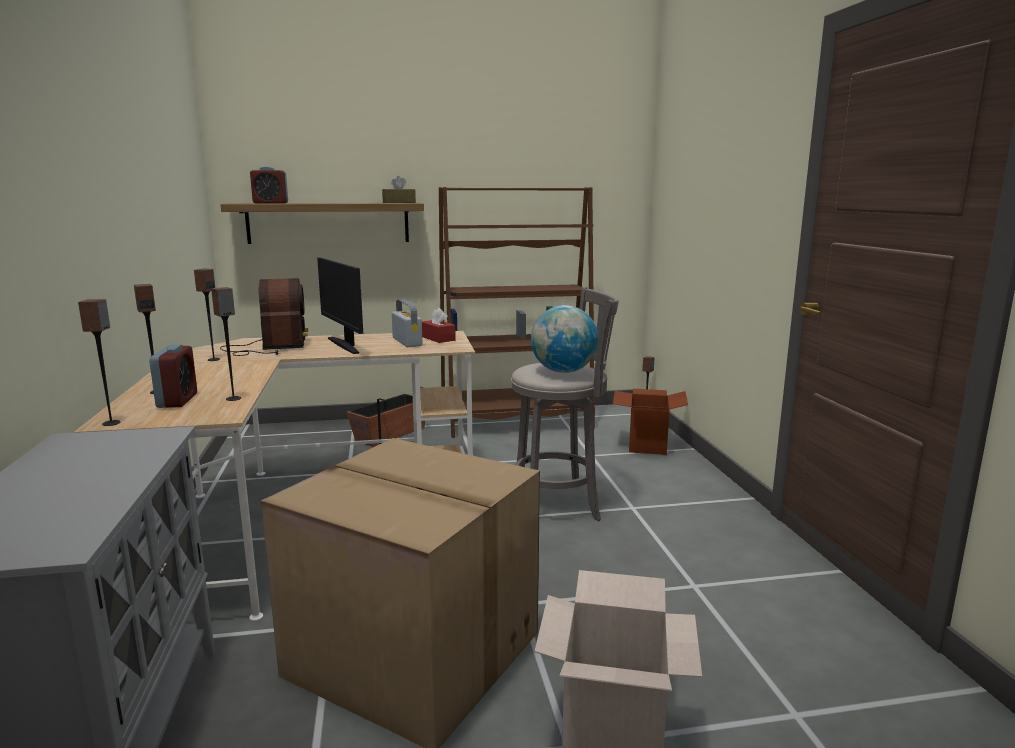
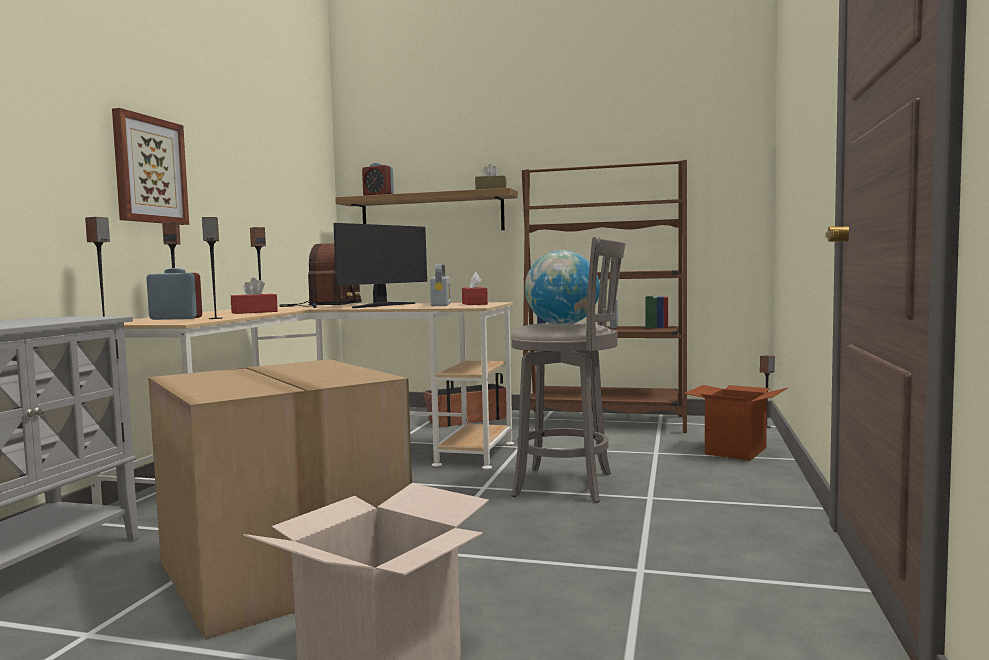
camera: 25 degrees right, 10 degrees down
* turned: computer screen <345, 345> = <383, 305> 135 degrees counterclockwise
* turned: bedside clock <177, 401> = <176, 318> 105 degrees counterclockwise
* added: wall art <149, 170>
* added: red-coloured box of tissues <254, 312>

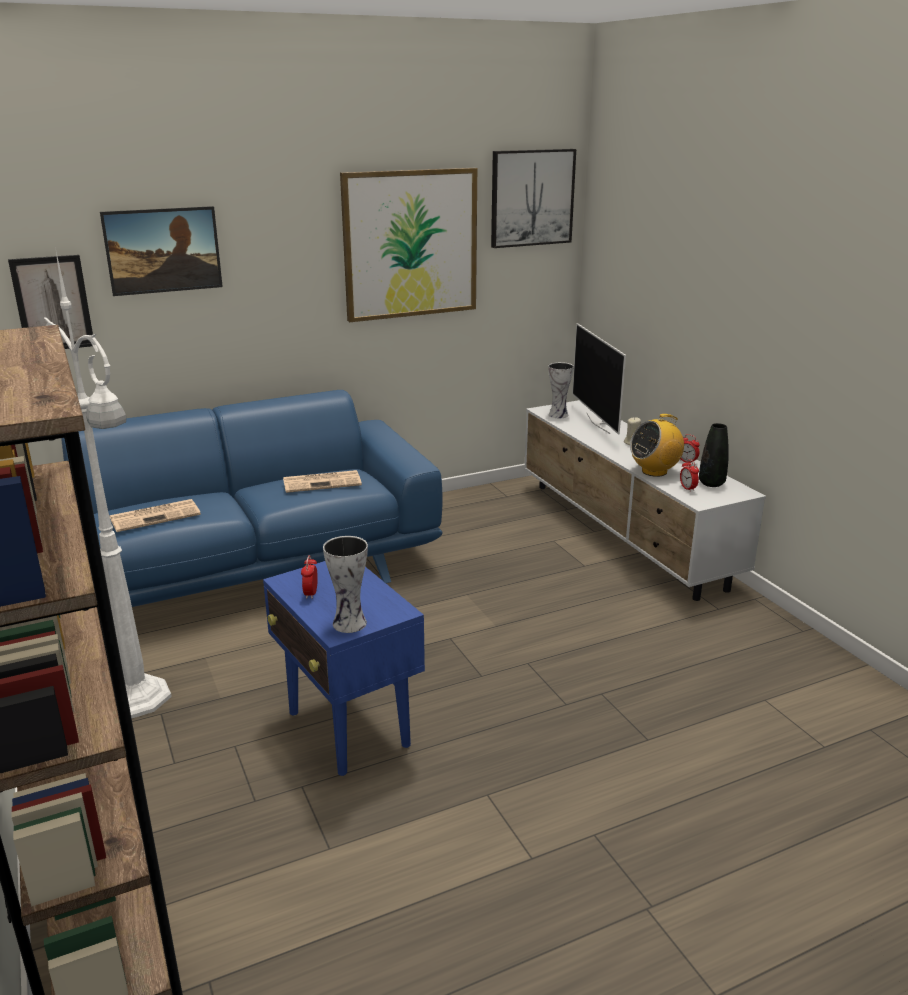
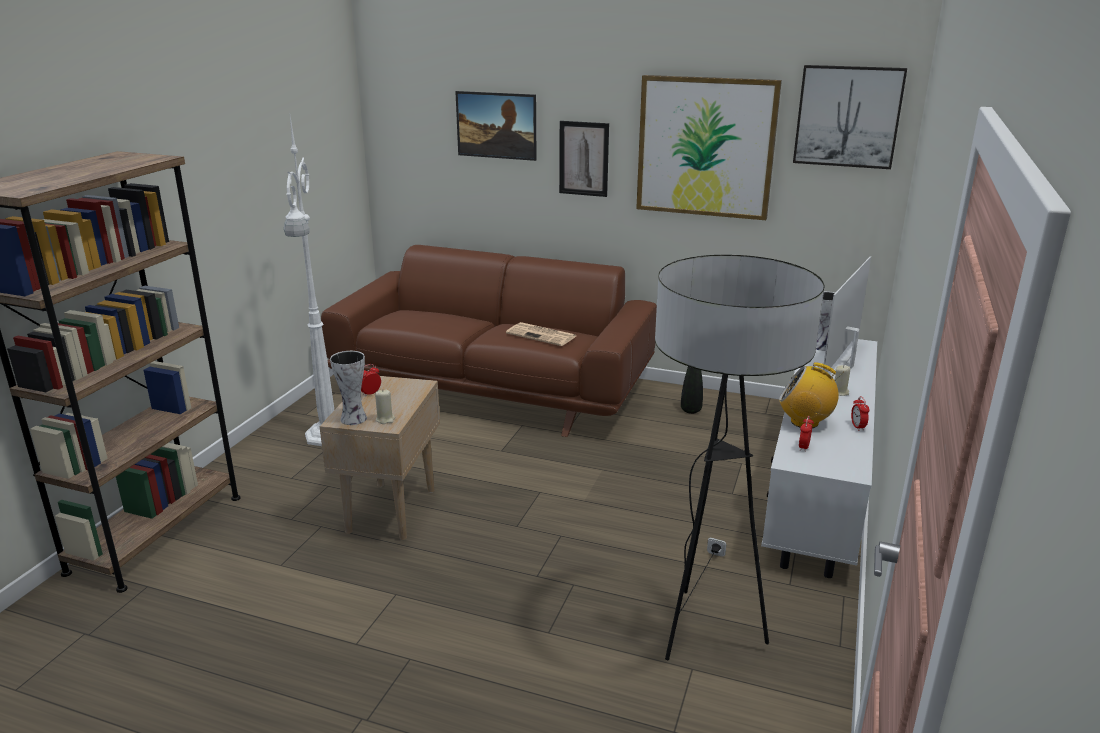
camera: 45 degrees right, 0 degrees up
* moved: wall art <52, 303> to <583, 158>
* recoloured: blue couch <245, 569> to brown-coloured couch <494, 388>
* moved: blackish decorative vase <711, 483> to <691, 410>
* removed: printed paper <156, 516>
* recoloured: blue end table <348, 730> to sand-coloured end table <390, 511>
* added: standard lamp <705, 633>
* added: sand-coloured wax light <385, 419>

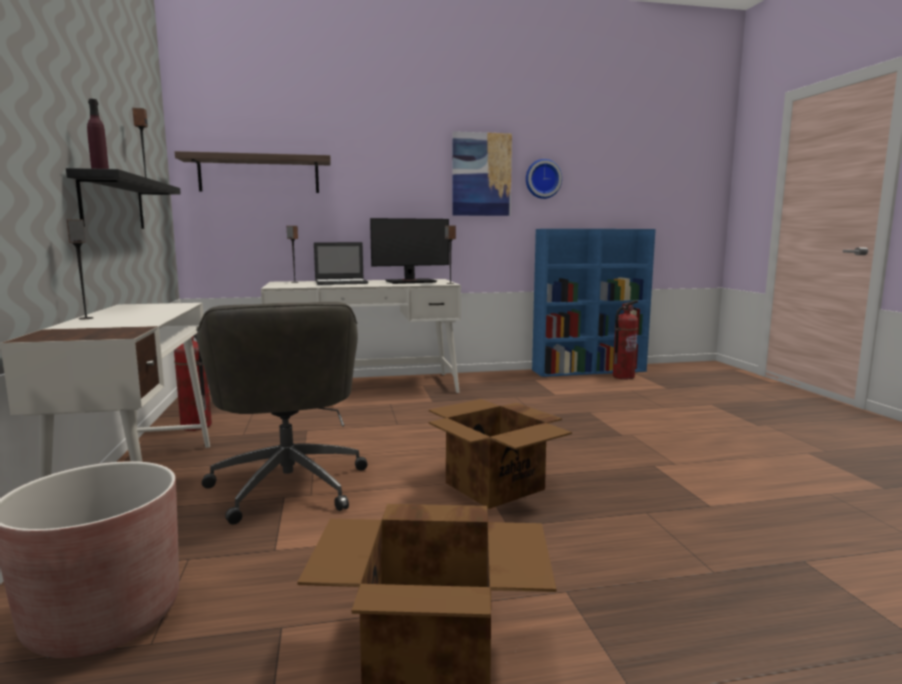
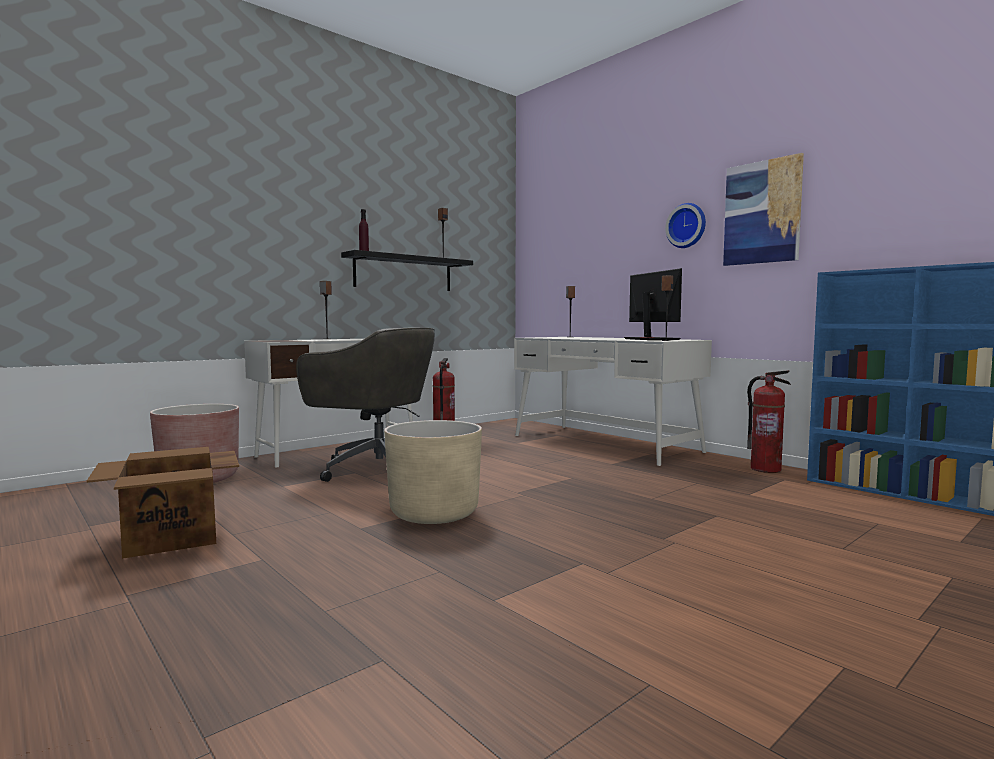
camera: 60 degrees right, 5 degrees down
* removed: bracket shelf <259, 175>
* moved: clock on the wall <542, 179> to <687, 226>
* turned: computer screen <410, 281> = <650, 339> 150 degrees counterclockwise
* removed: portable computer <341, 282>
* moved: extinguisher <623, 376> to <765, 469>
* turned: greyish desk chair <288, 484> = <376, 469> 105 degrees counterclockwise
* replaced: carton <495, 486> to sand-coloured flower pot <434, 513>

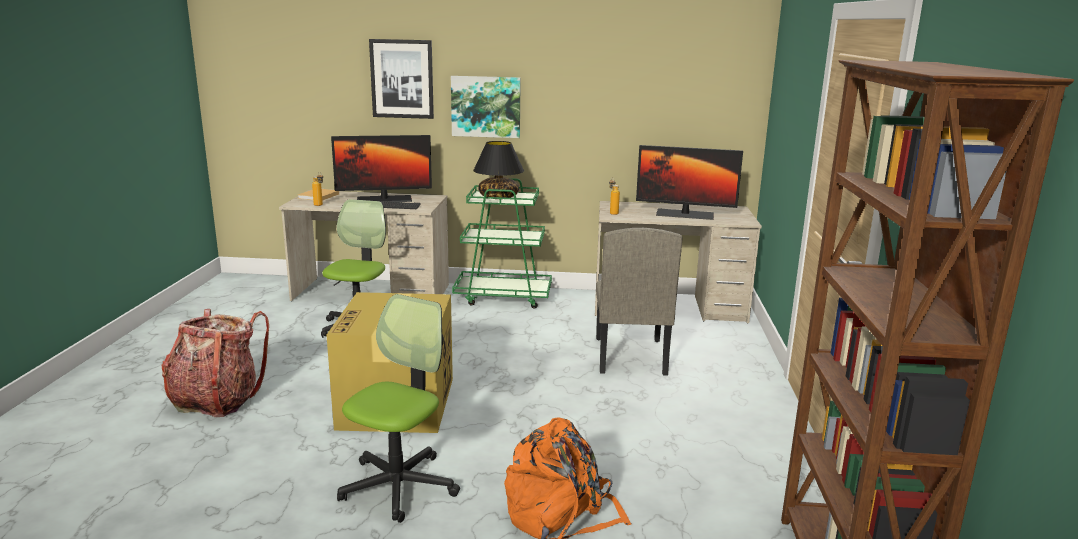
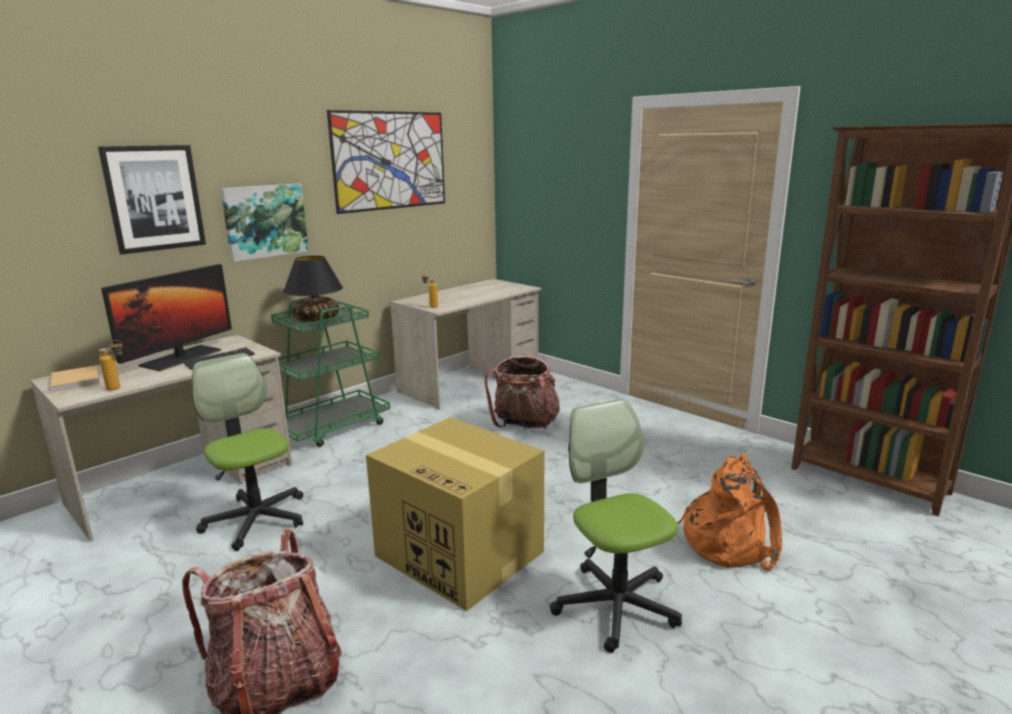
camera: 50 degrees left, 0 degrees up
* removed: computer screen <685, 214>
* replaced: sand-coloured plain chair <629, 356> to rucksack <525, 424>
* added: wall art <390, 161>

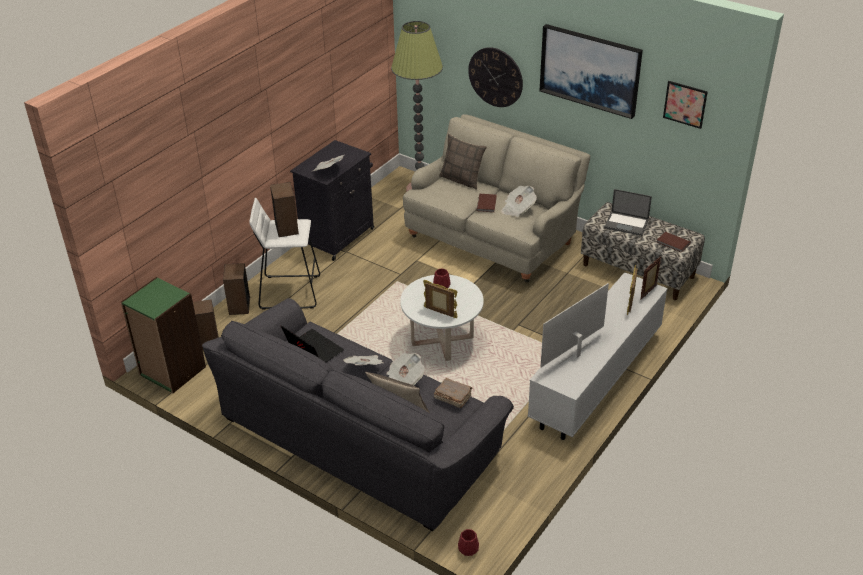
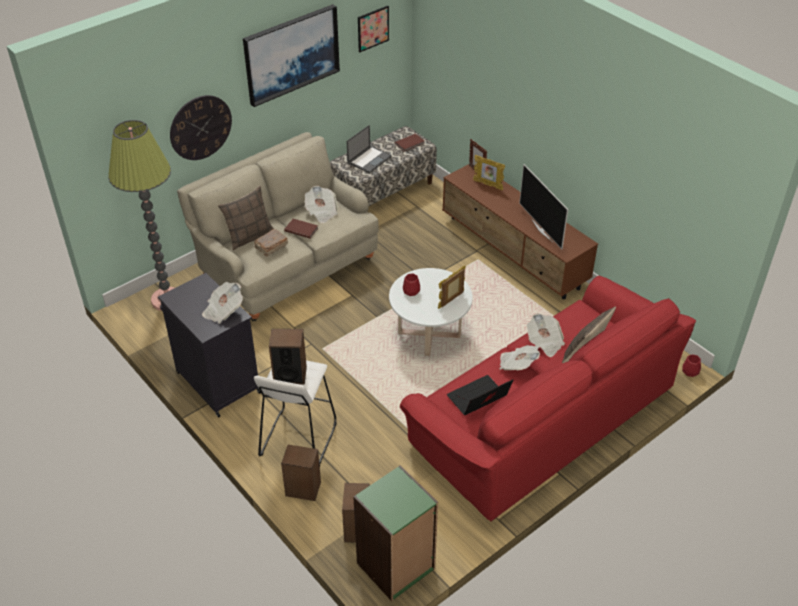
camera: 75 degrees left, 5 degrees up
* recoloured: whitish tv unit <595, 379> to brown-coloured tv unit <513, 253>
* recoloured: greyish couch <359, 435> to red-coloured couch <542, 417>
* moved: brown-coloured book <452, 397> to <271, 247>

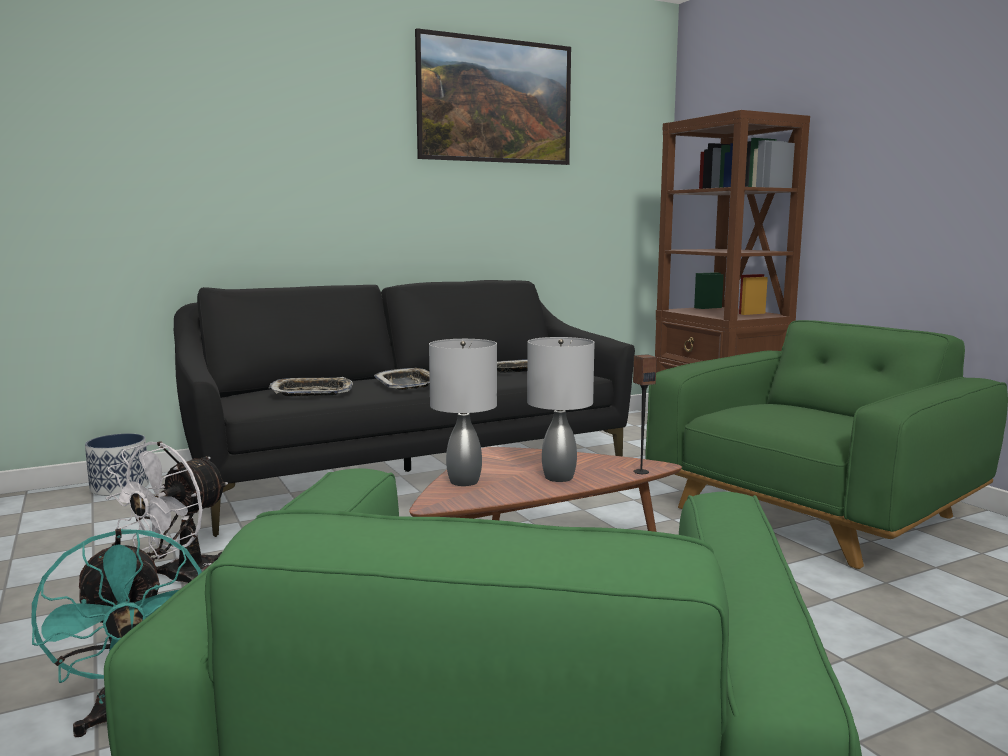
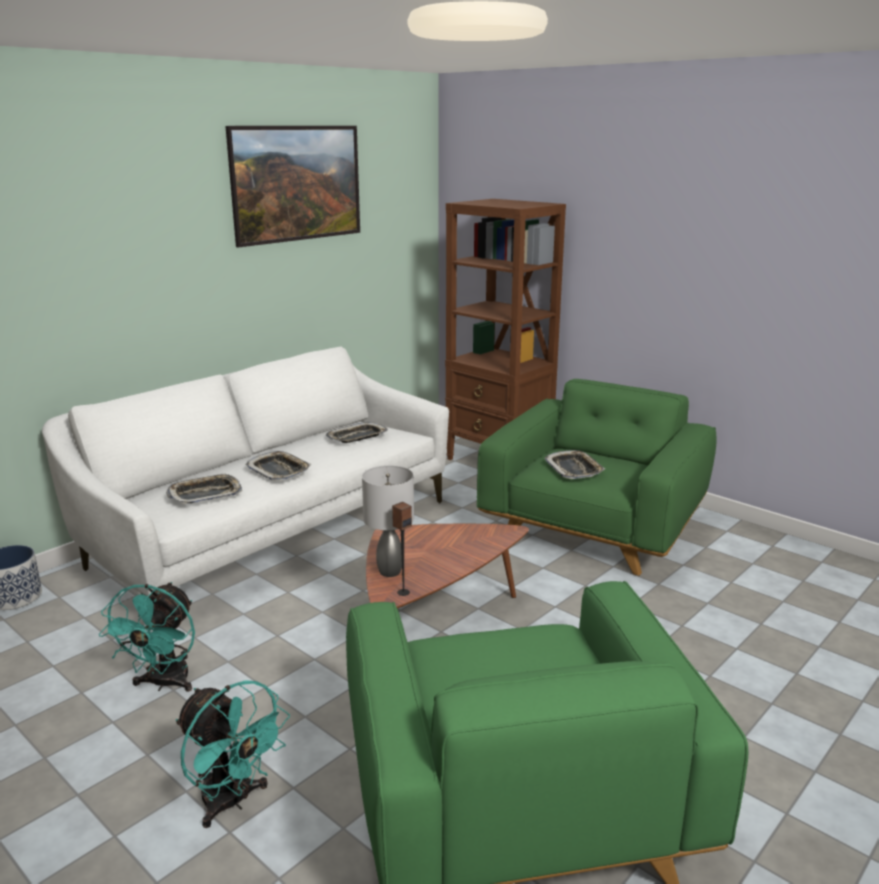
camera: 20 degrees left, 10 degrees up
* recoloured: blackish couch <407, 470> to whitish couch <269, 533>
* removed: greyish table lamp <559, 477>
* moved: loudspeaker <641, 471> to <403, 592>
* recoloured: whitish cooling fan <179, 580> to blue-green cooling fan <164, 684>
* added: tray <574, 469>

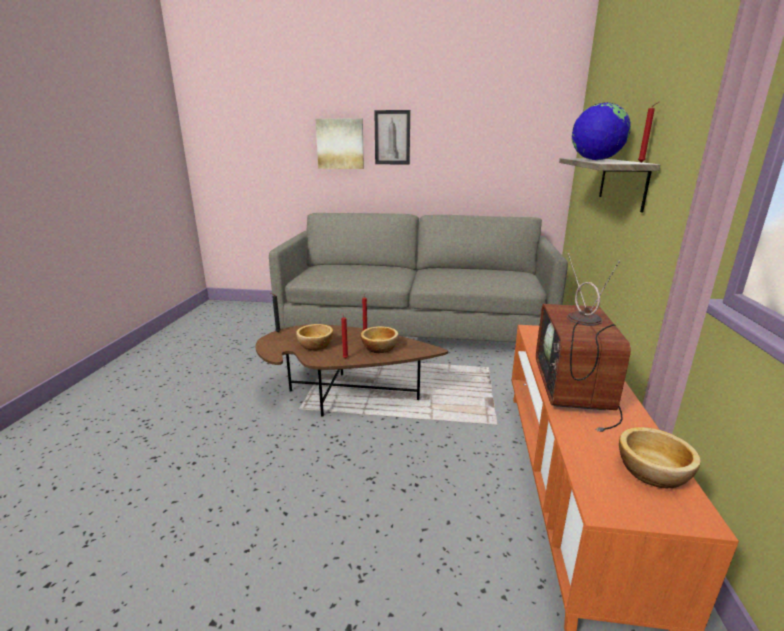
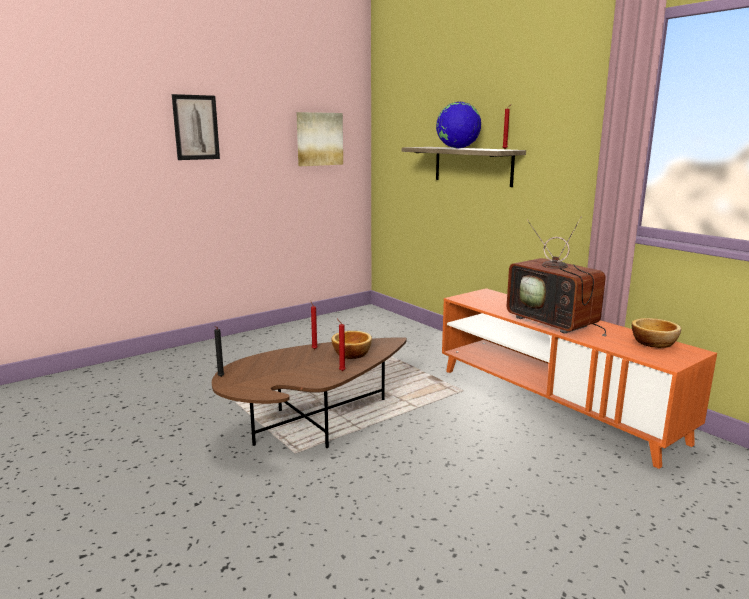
camera: 45 degrees left, 5 degrees down
* moved: wall art <340, 144> to <319, 139>
* removed: greyish couch <415, 329>
* removed: serving bowl <316, 345>

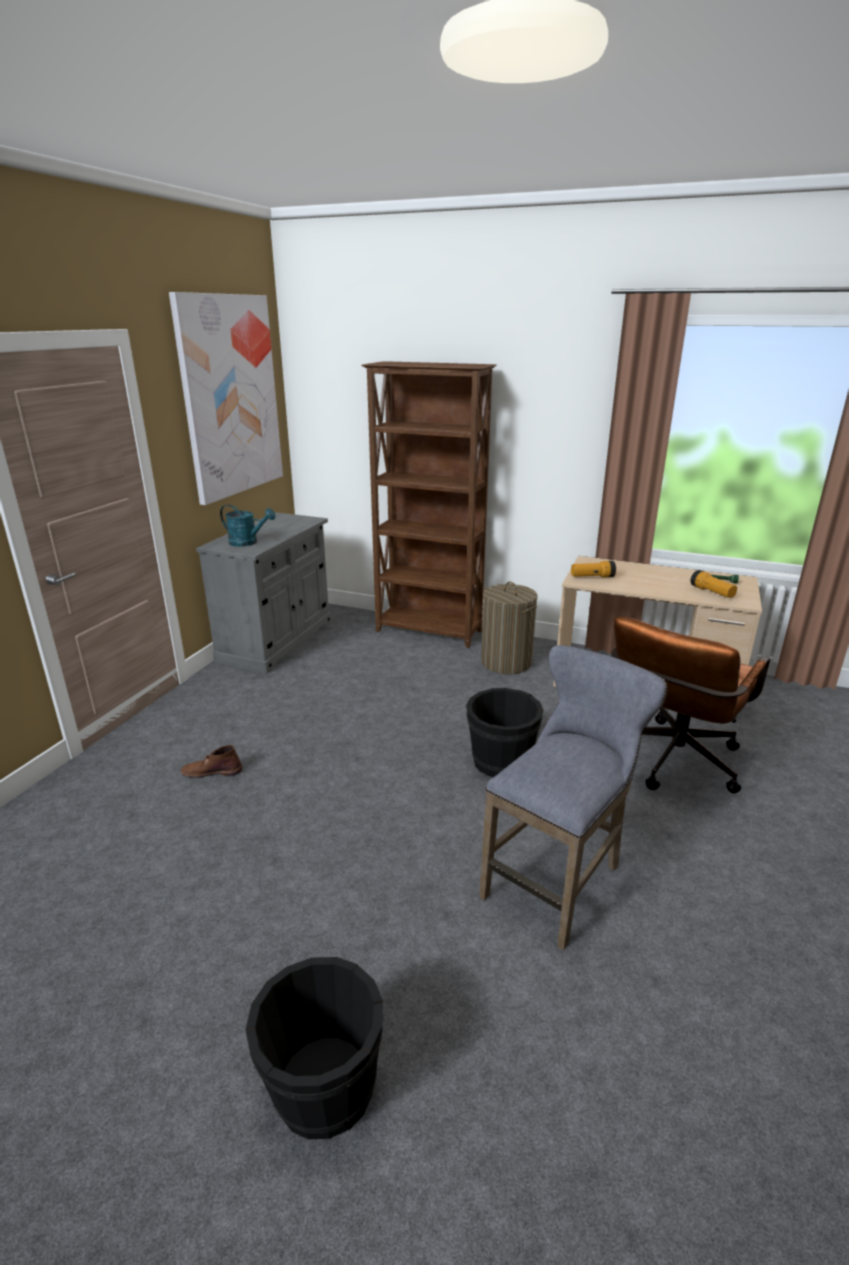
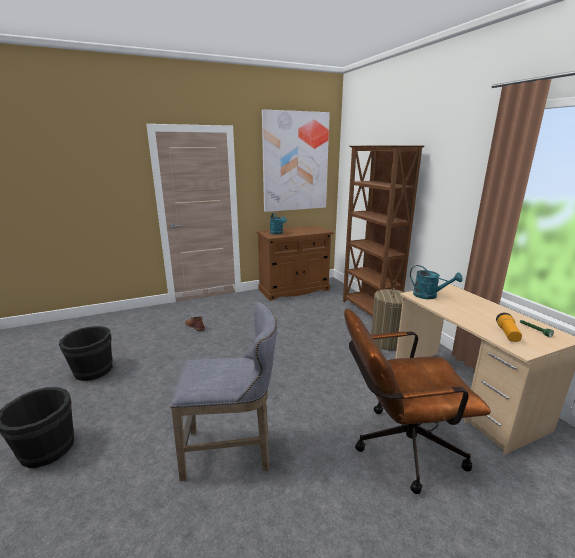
camera: 45 degrees right, 5 degrees down
* recoloured: greyish cabinet <277, 641> to brown-coloured cabinet <294, 290>
* replaced: flashlight <592, 577> to blue-green watering pot <429, 296>
* moved: blackish pail <501, 762> to <93, 371>

